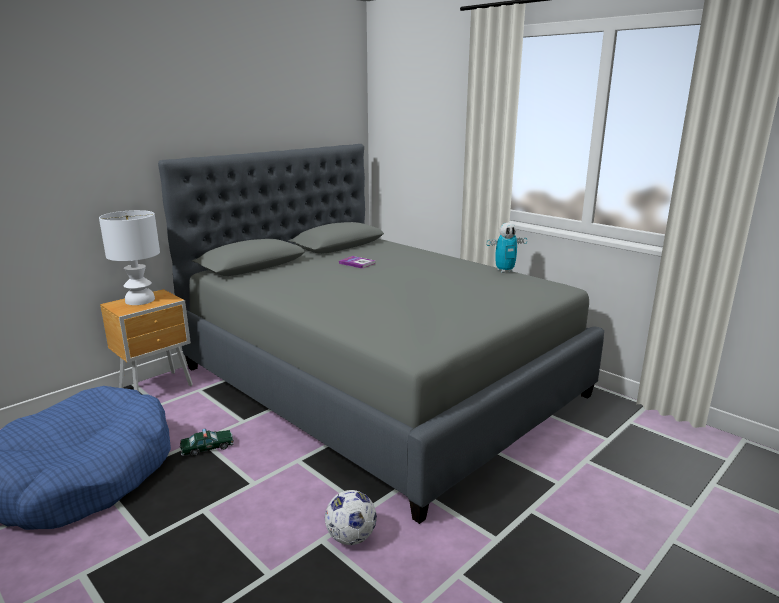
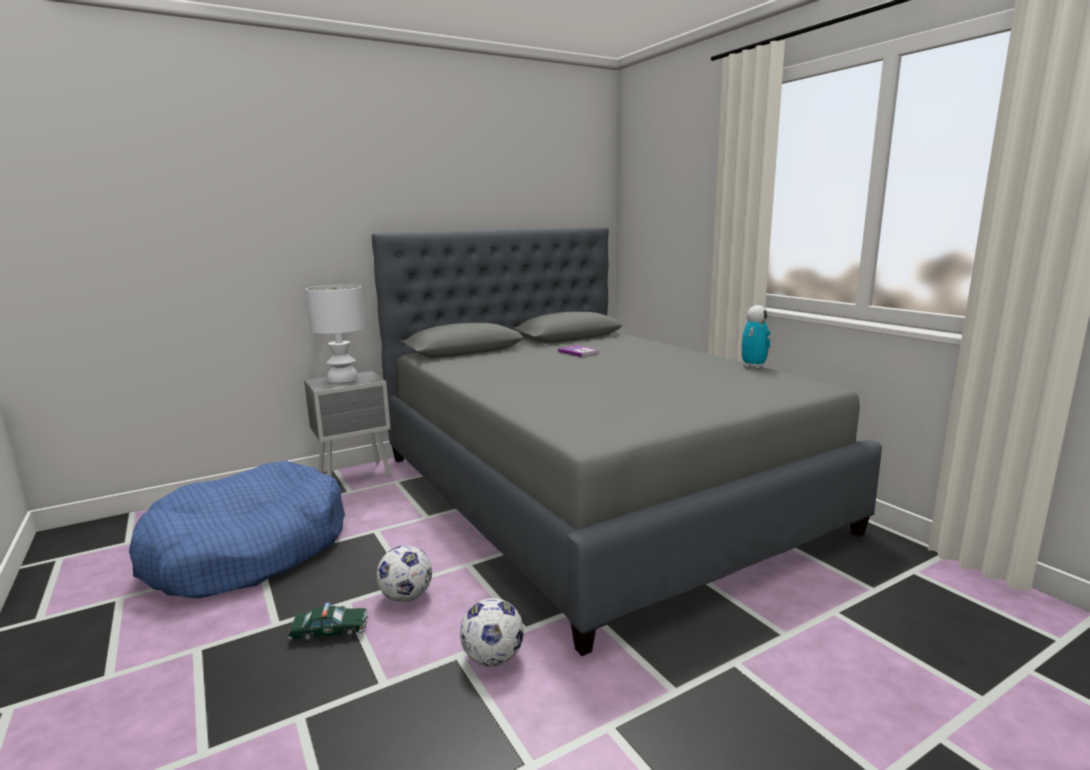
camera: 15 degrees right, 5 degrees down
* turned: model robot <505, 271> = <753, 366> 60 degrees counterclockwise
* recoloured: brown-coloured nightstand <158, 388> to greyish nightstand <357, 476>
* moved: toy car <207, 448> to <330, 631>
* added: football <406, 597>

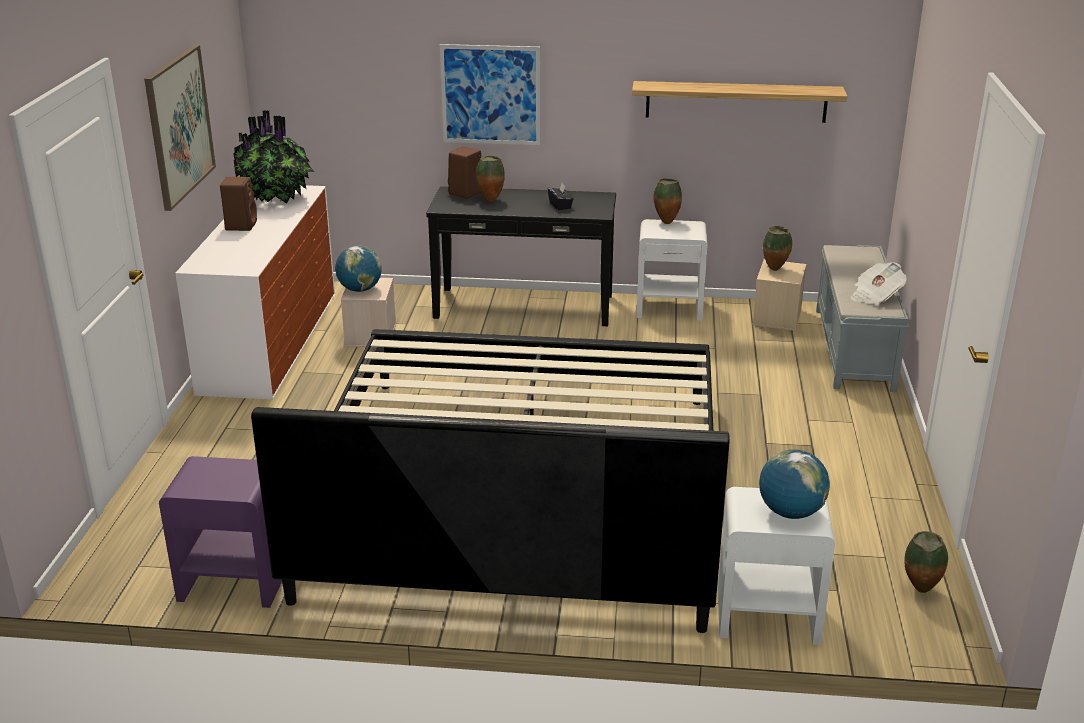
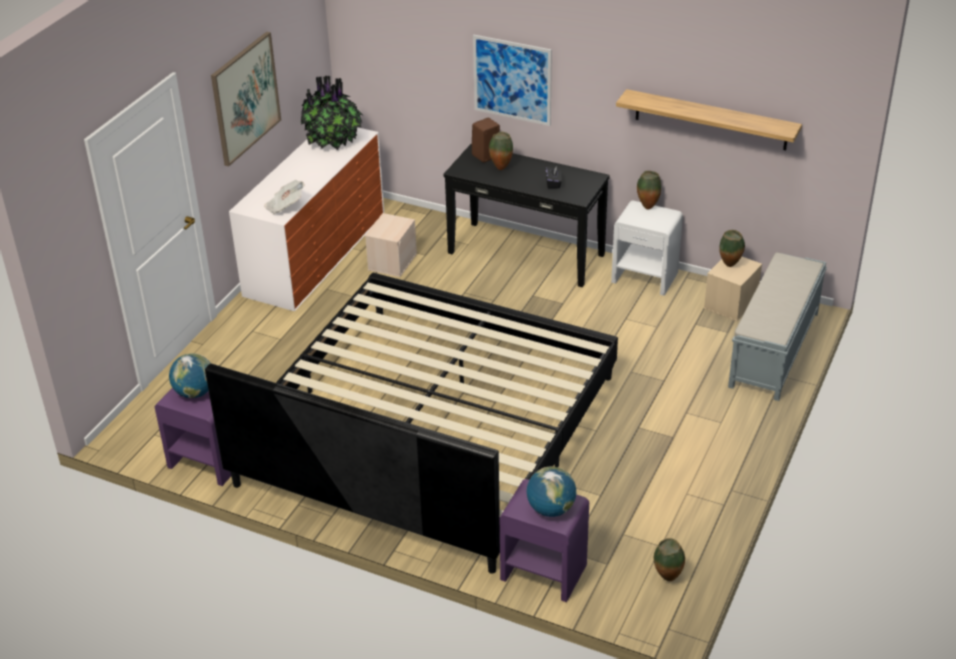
camera: 20 degrees right, 10 degrees up
* removed: brown-coloured loudspeaker <241, 225>
* moved: desk globe <360, 290> to <195, 393>
* moved: printed paper <875, 296> to <285, 206>
* recoloured: whitish nightstand <766, 616> to purplish nightstand <543, 572>

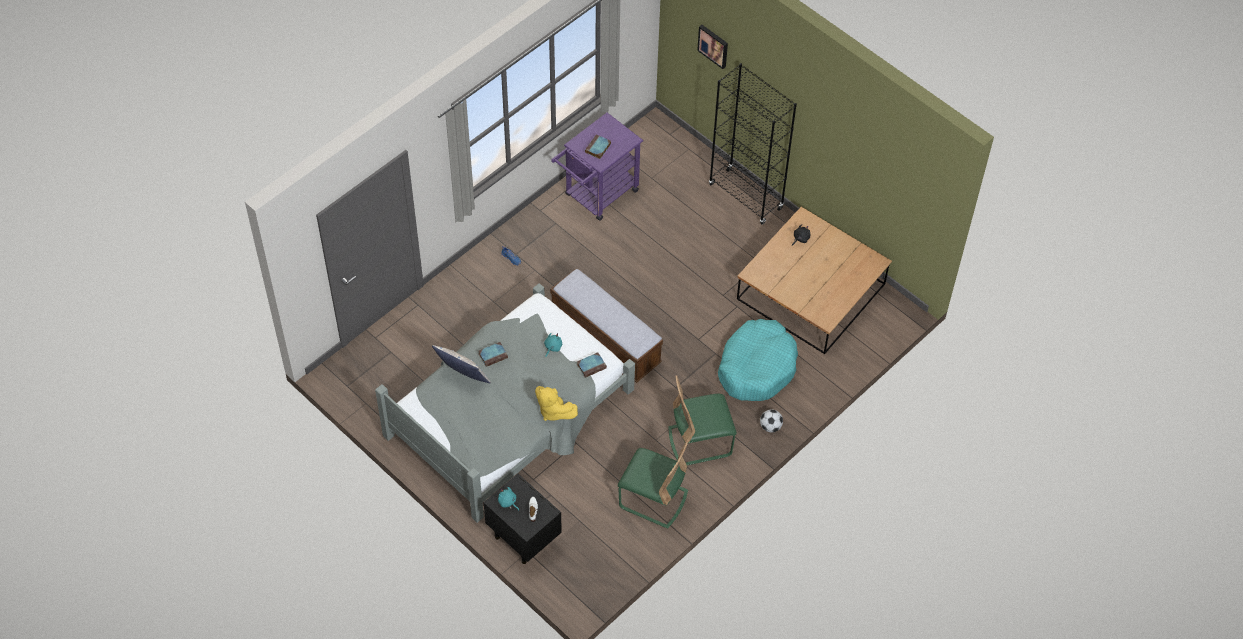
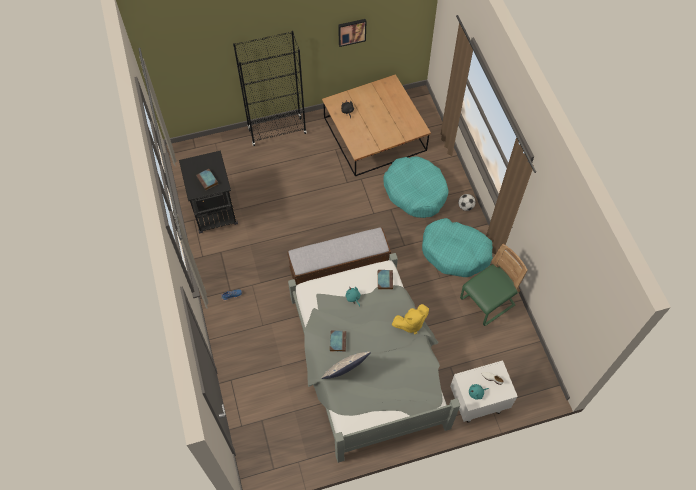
camera: 60 degrees left, 5 degrees up
* moved: wall art <713, 45> to <351, 31>
* recoloured: purplish trolley <597, 196> to blackish trolley <215, 215>
* replaced: green-coloured plain chair <699, 441> to blue-green dog cushion <455, 252>
* recoloured: blackish nightstand <523, 537> to whitish nightstand <477, 402>

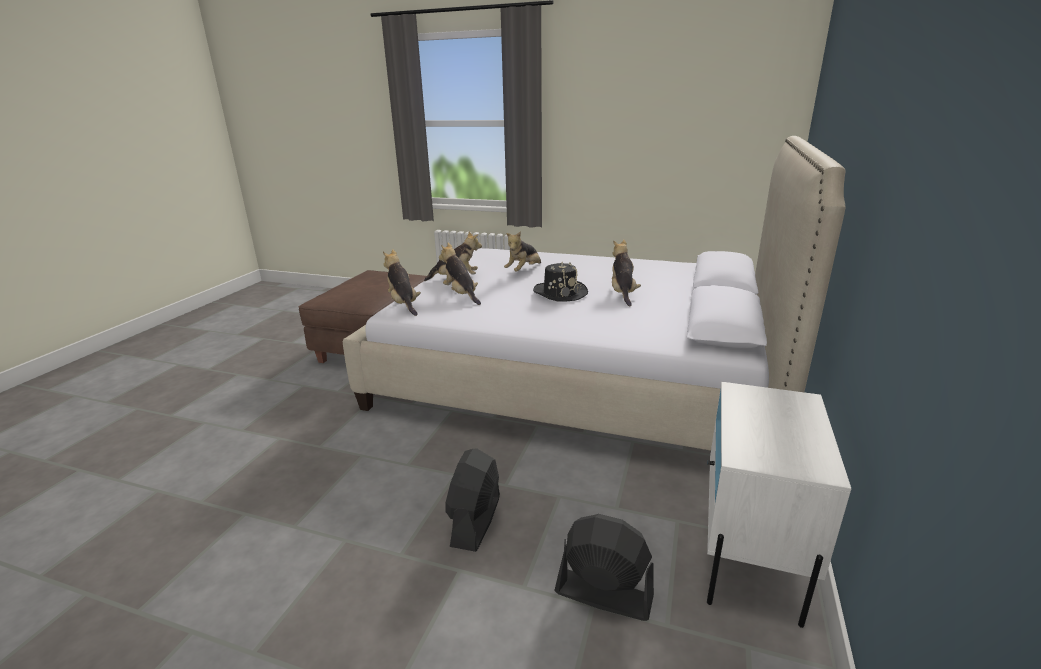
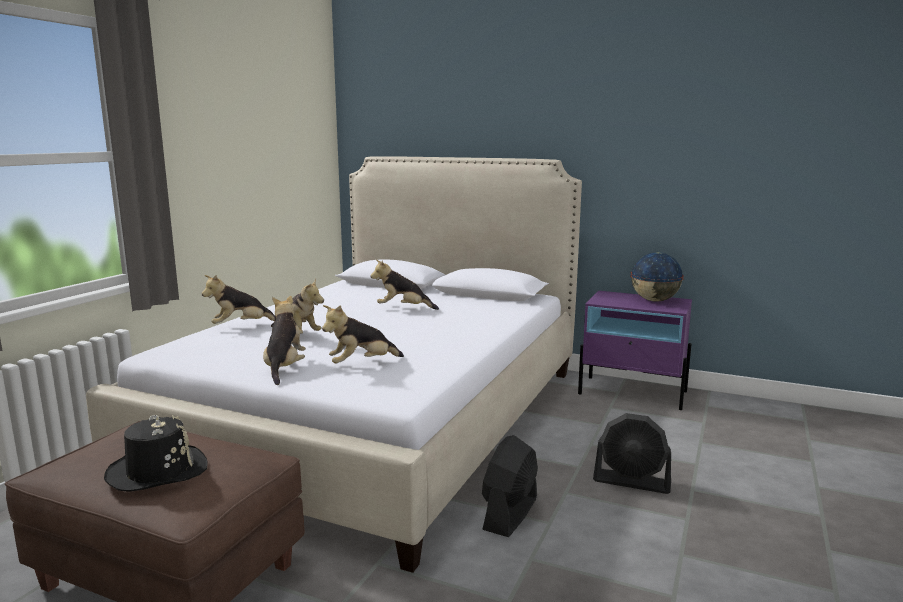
camera: 85 degrees left, 10 degrees down
* moved: plush toy <403, 304> to <241, 326>
* moved: blackish hat <560, 293> to <158, 471>
* recoloured: whitish nightstand <749, 551> to purplish nightstand <633, 392>
* moved: blackish cooling fan <603, 594> to <510, 514>
* added: desk globe <655, 300>

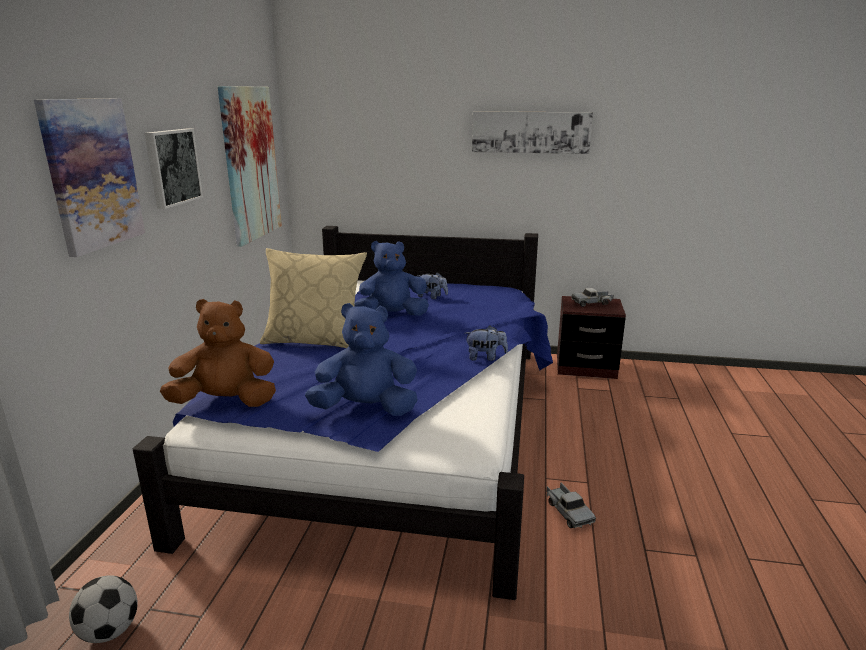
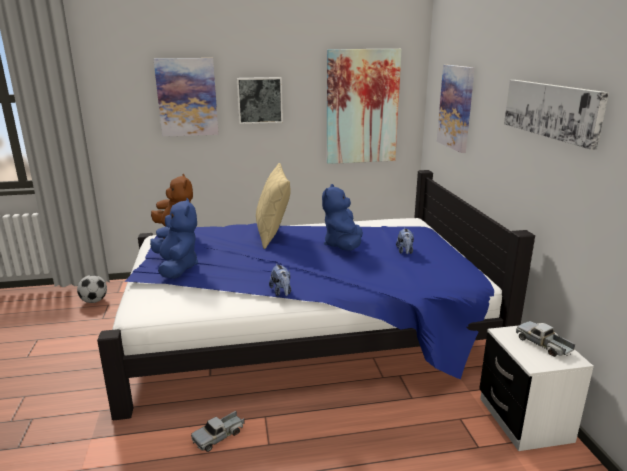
camera: 70 degrees right, 0 degrees up
* turned: blue plush toy <392, 315> = <343, 246> 135 degrees counterclockwise
* recoloured: brown-coloured nightstand <586, 367> to whitish nightstand <524, 420>
* added: wall art <456, 107>

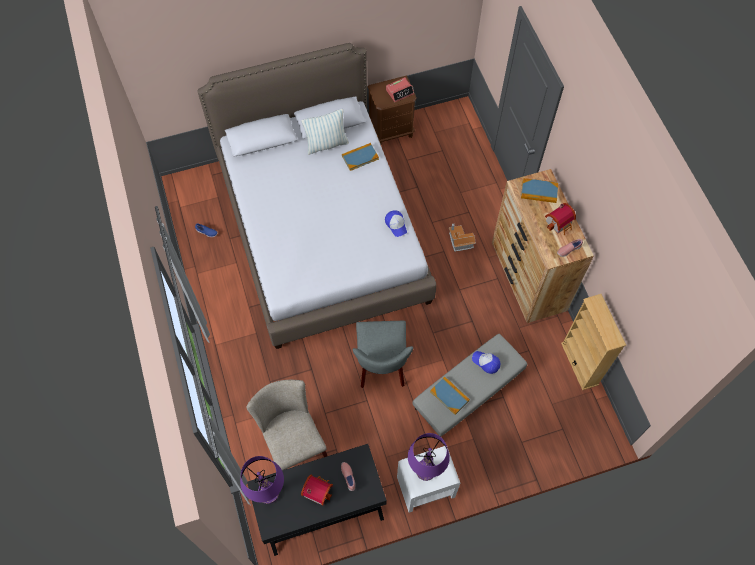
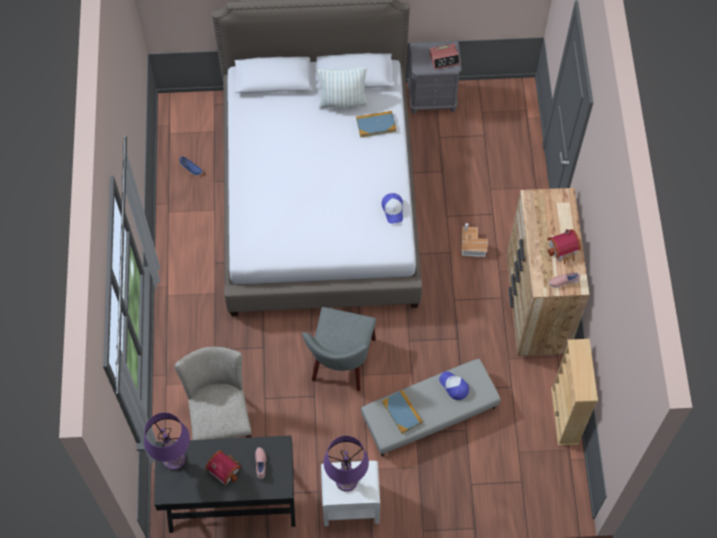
camera: 15 degrees right, 0 degrees up
* recoloured: brown-coloured nightstand <391, 131> to greyish nightstand <432, 99>
* removed: book <539, 192>

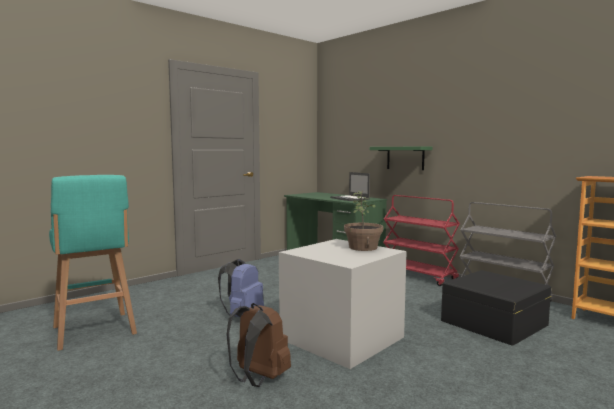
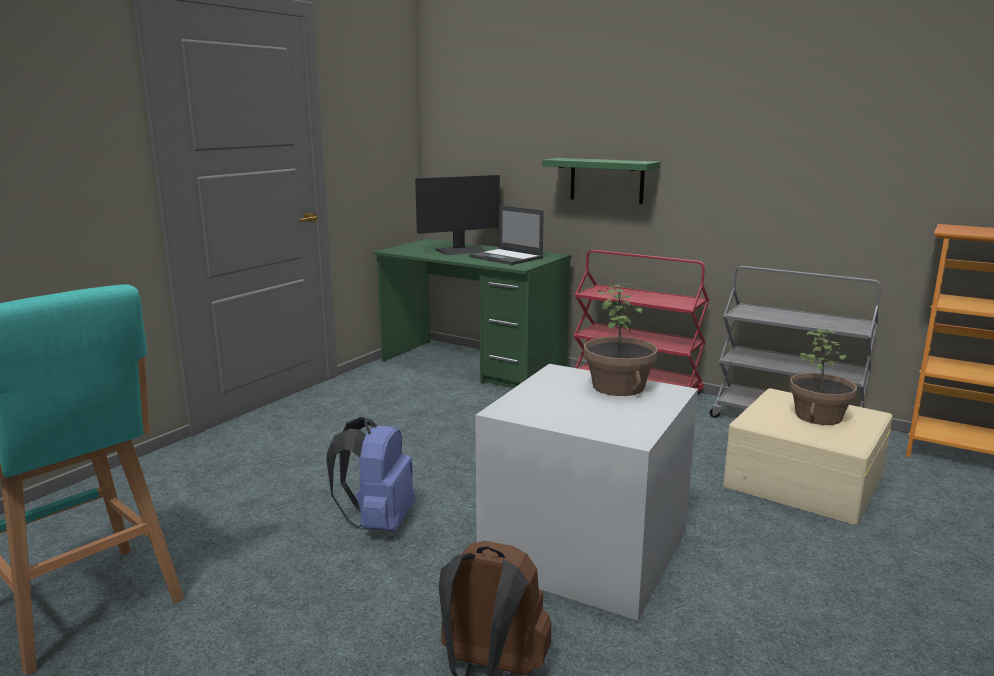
camera: 15 degrees left, 10 degrees up
* recoloured: blackish storage box <493, 323> to sand-coloured storage box <803, 480>
* added: computer screen <462, 250>
* added: houseplant <819, 416>

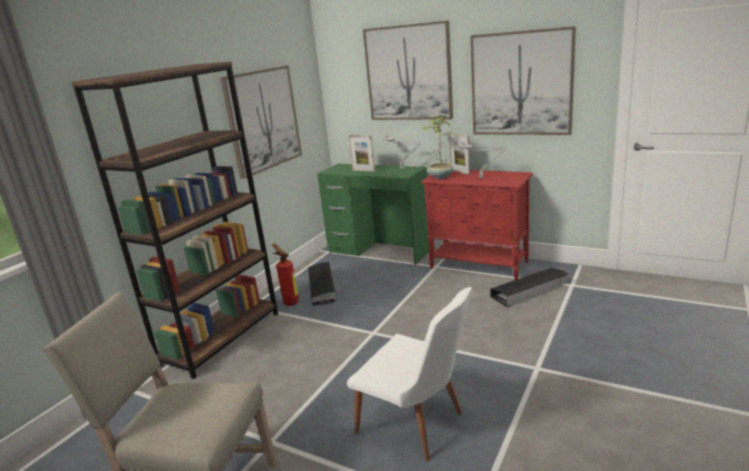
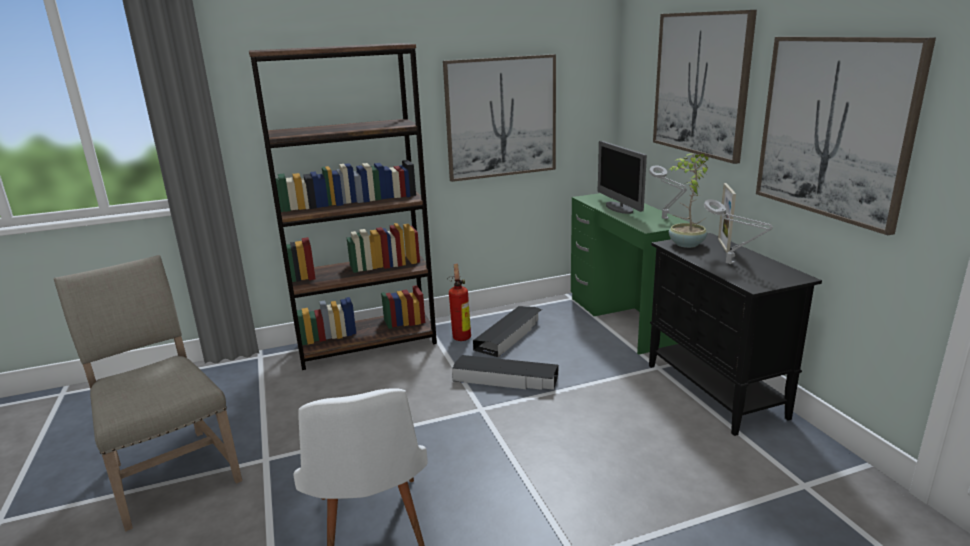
camera: 40 degrees right, 0 degrees up
* replaced: standing frame <363, 171> to computer screen <619, 208>
* recoloured: red-coloured cabinet <479, 264> to blackish cabinet <715, 391>
* moved: blackish storage box <530, 291> to <506, 379>

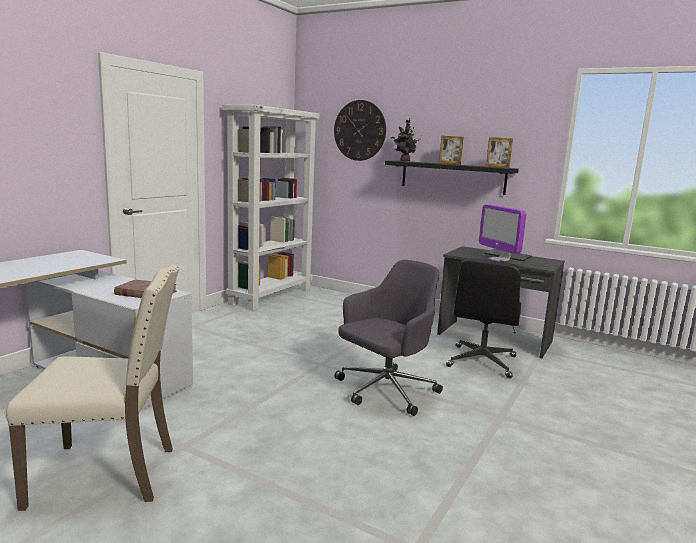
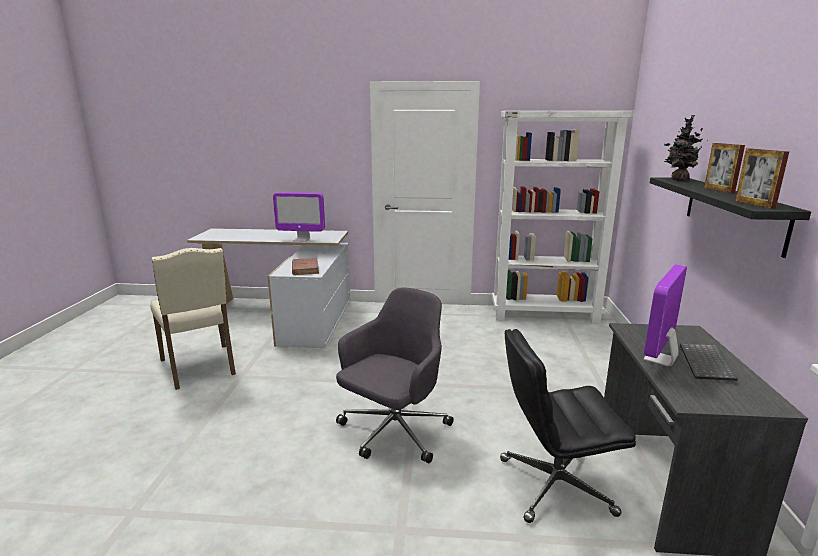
camera: 65 degrees right, 5 degrees up
* removed: clock on the wall <359, 130>
* turned: greyish desk chair <385, 391> = <393, 432> 75 degrees counterclockwise
* added: computer screen <301, 240>

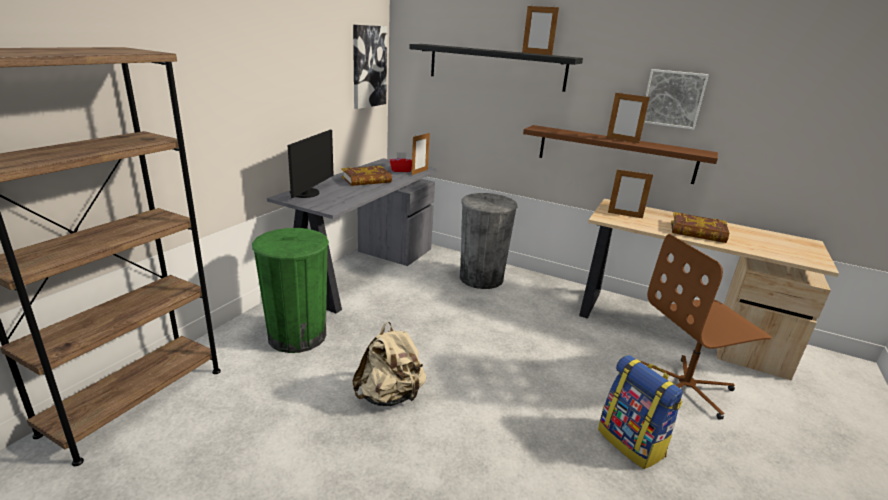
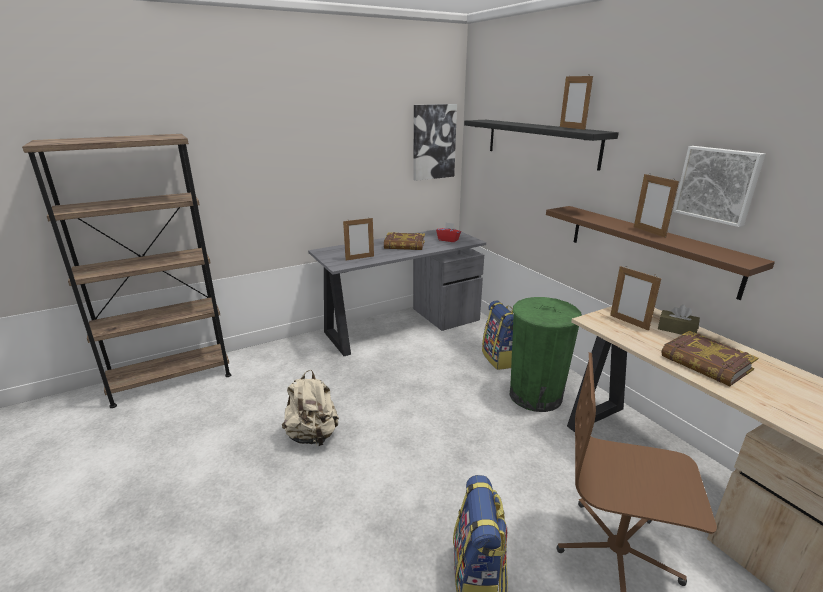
camera: 35 degrees right, 0 degrees up
* removed: computer screen <308, 193>
* moved: standing frame <419, 172> to <359, 258>
* replaced: greyish rubbish bin <481, 278> to rucksack <499, 359>
* moved: green-coloured rubbish bin <297, 336> to <535, 395>
* added: brown-coloured box of tissues <676, 329>

